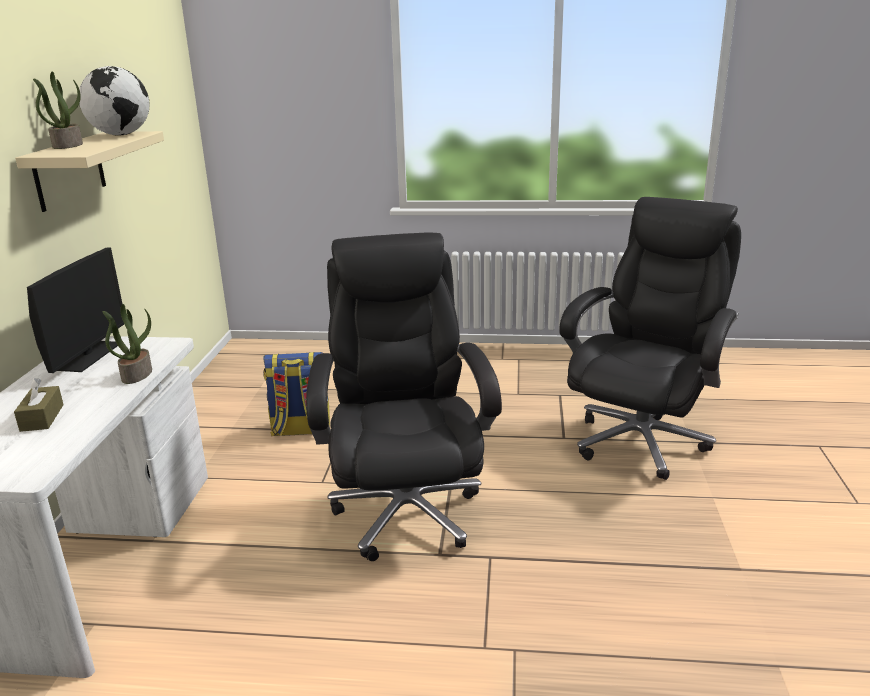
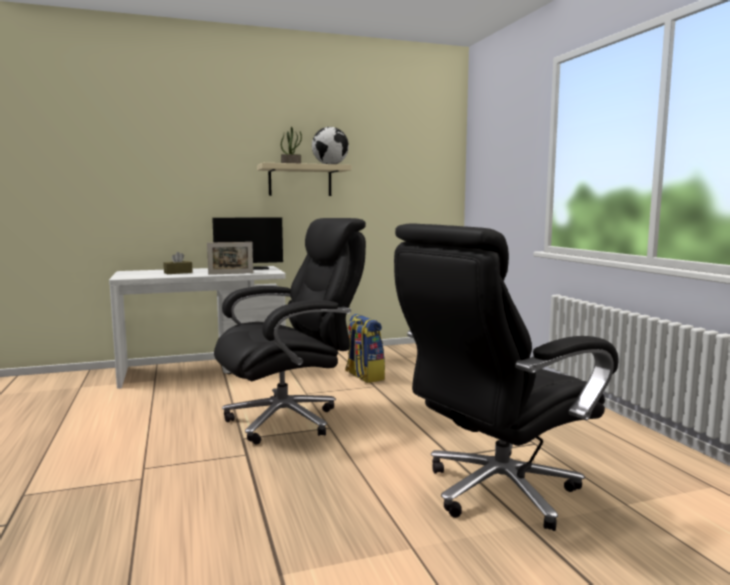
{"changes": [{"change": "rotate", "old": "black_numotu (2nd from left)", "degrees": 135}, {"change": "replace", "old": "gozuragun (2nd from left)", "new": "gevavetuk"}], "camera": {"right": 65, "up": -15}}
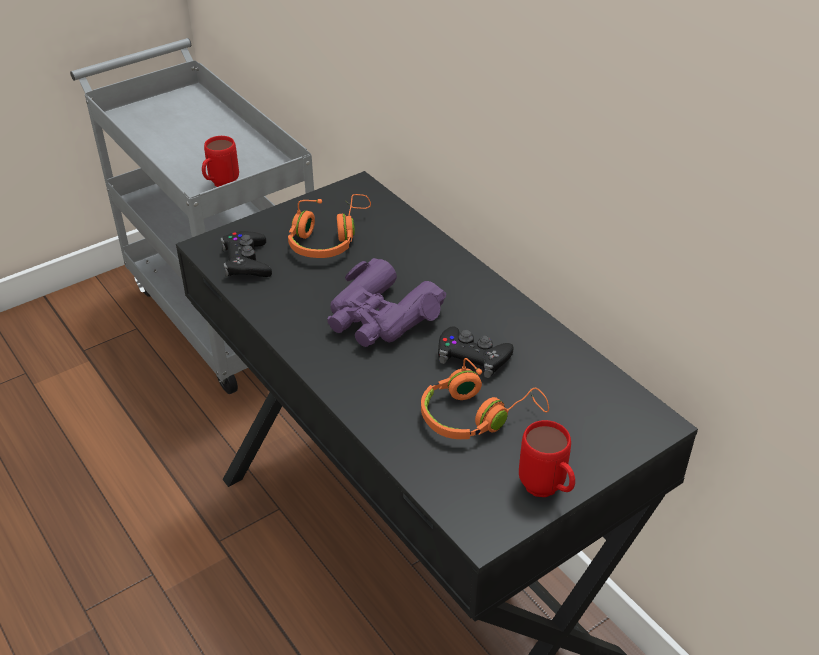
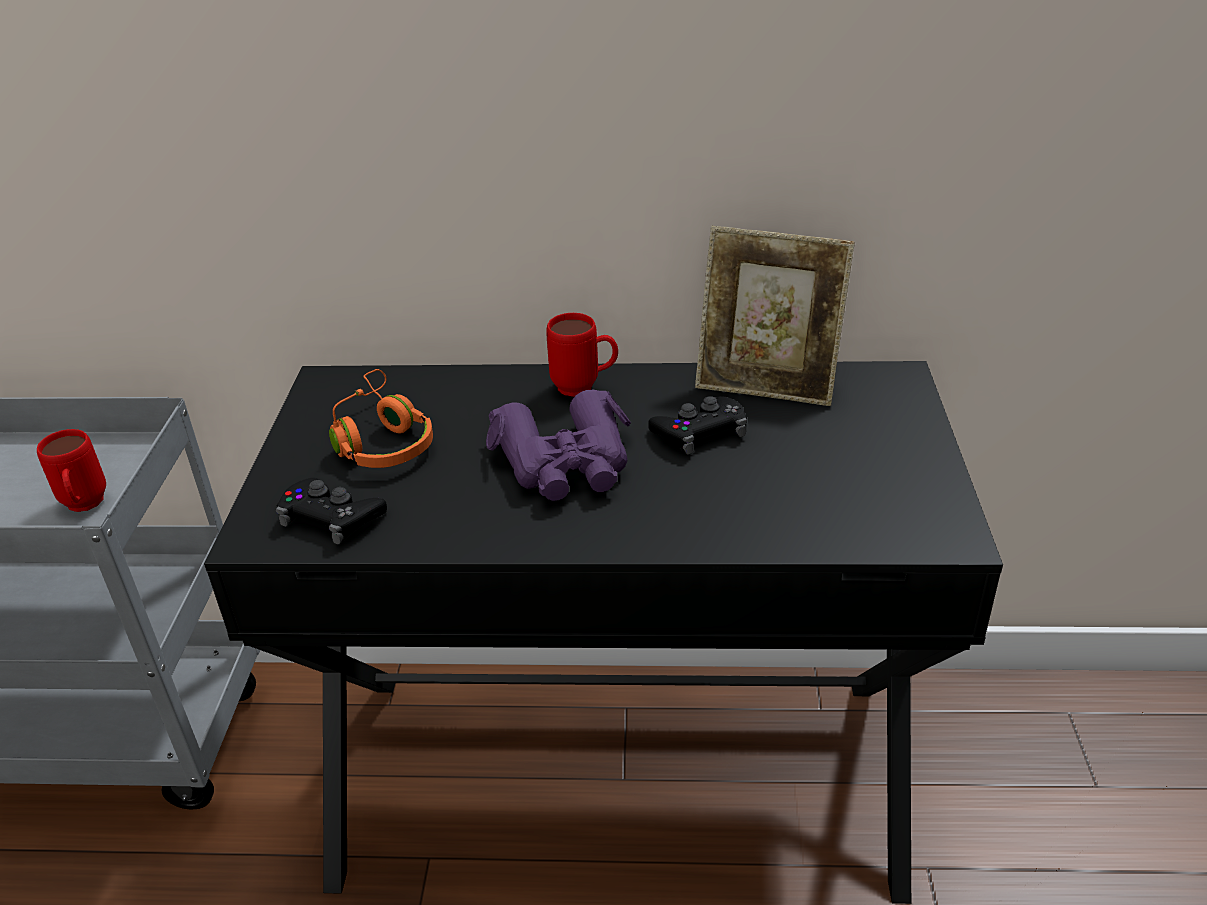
{"changes": [{"change": "delete", "old": "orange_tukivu (2nd from left)"}, {"change": "move", "old": "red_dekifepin (2nd from left)"}, {"change": "insert", "new": "gevavetuk"}], "camera": {"right": -50, "up": -5}}
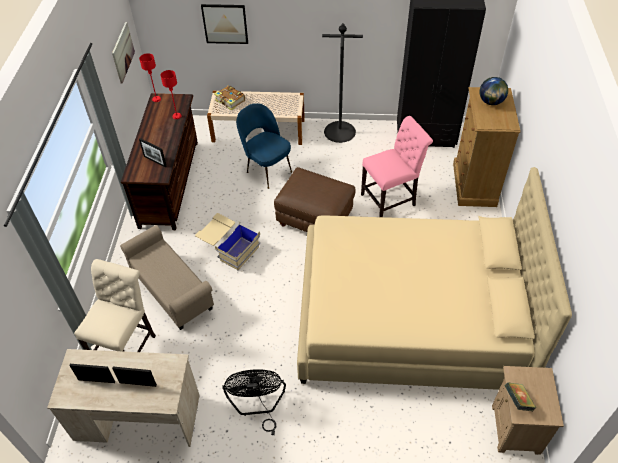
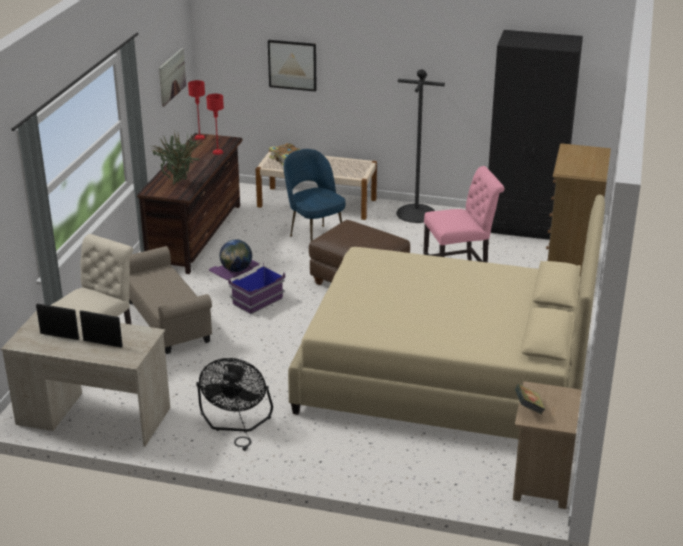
{"changes": [{"change": "move", "old": "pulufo"}, {"change": "replace", "old": "gevavetuk (3rd from left)", "new": "gozuragun"}, {"change": "recolor", "old": "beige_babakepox", "new": "purple_babakepox"}], "camera": {"right": 10, "up": -20}}
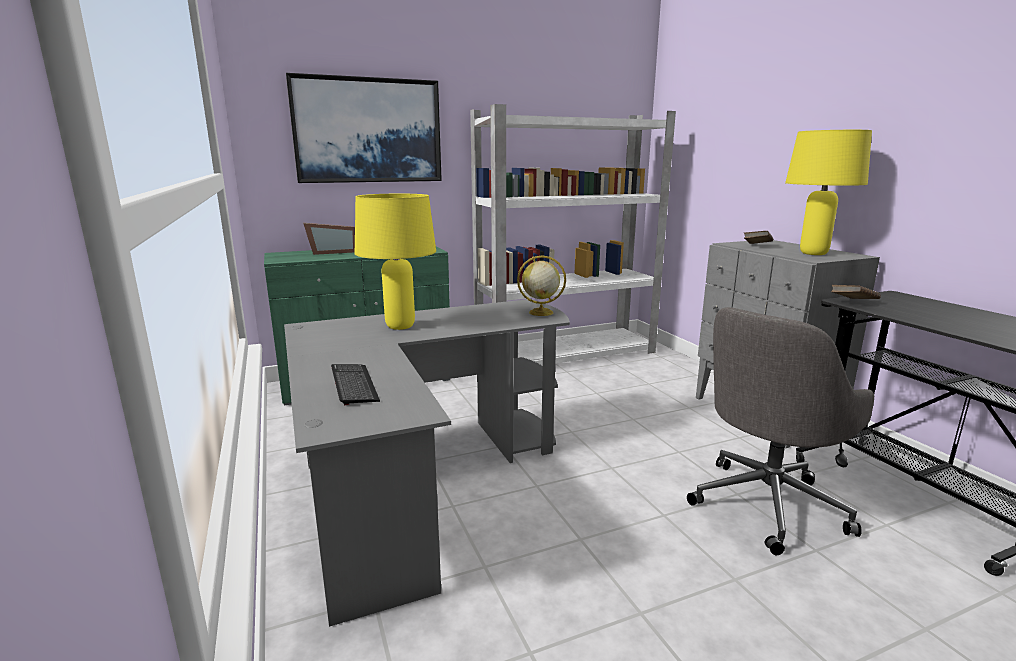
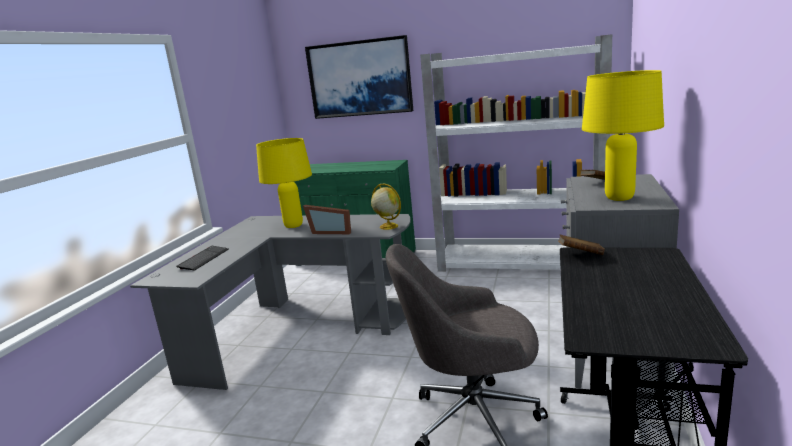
{"changes": [{"change": "move", "old": "gevavetuk"}], "camera": {"right": 40, "up": 0}}
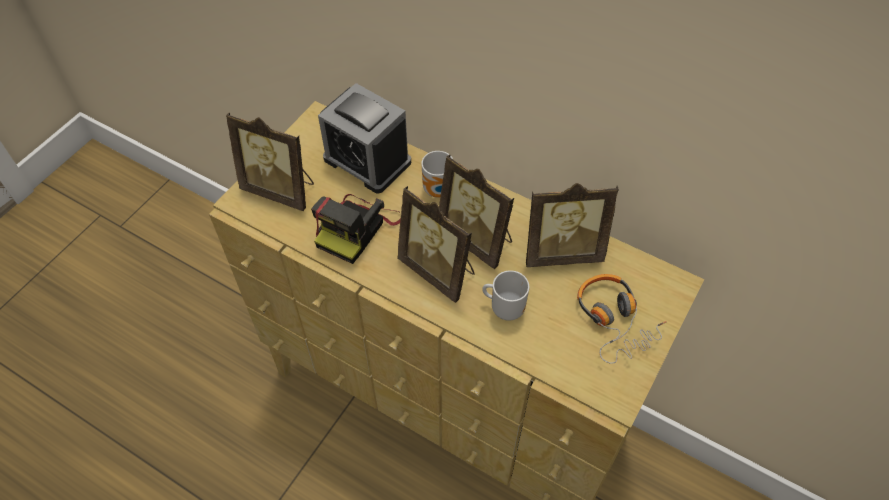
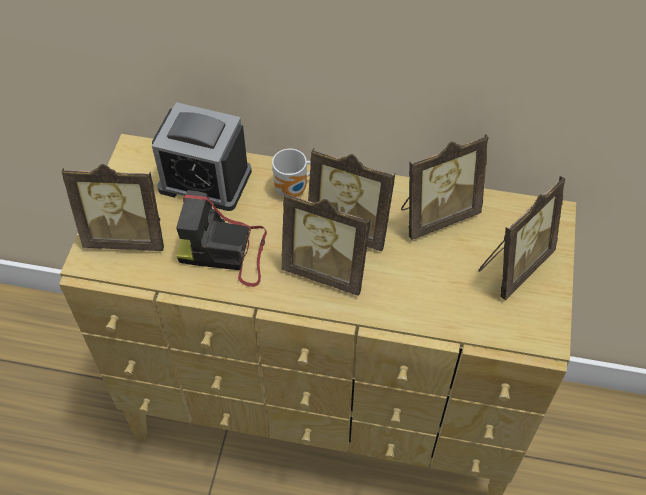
{"changes": [{"change": "rotate", "old": "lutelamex", "degrees": 90}, {"change": "delete", "old": "dekifepin (2nd from left)"}, {"change": "replace", "old": "tukivu", "new": "gevavetuk (5th from left)"}], "camera": {"right": -20, "up": 0}}
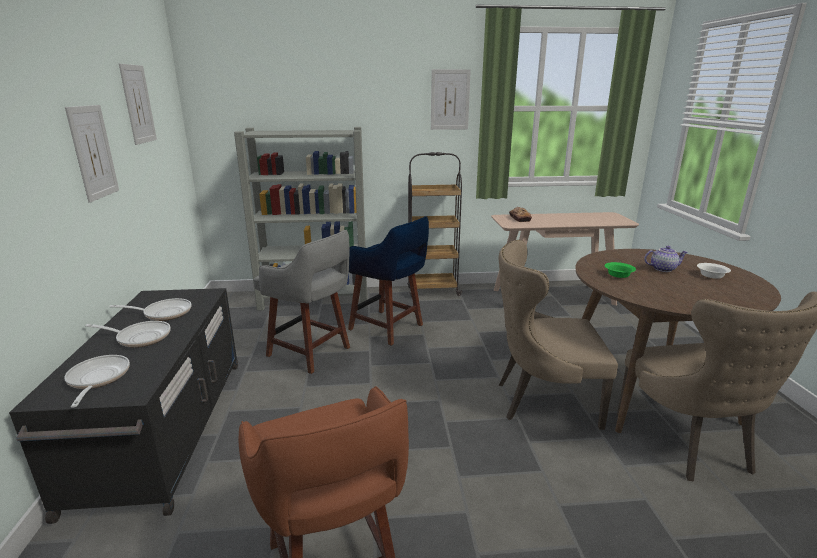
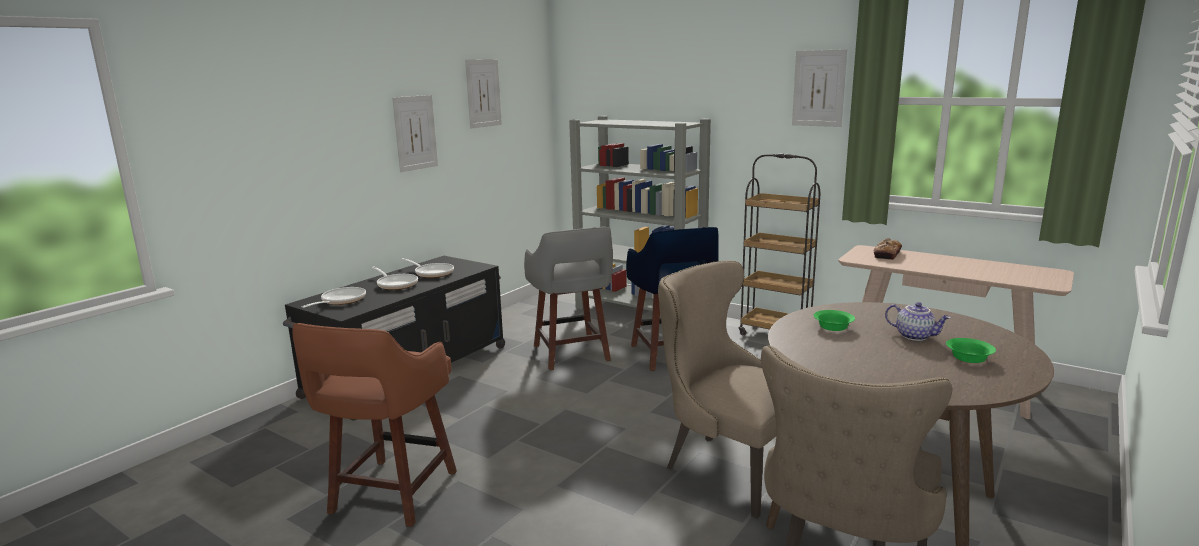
{"changes": [{"change": "recolor", "old": "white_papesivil", "new": "green_papesivil (2nd from left)"}], "camera": {"right": 40, "up": -5}}
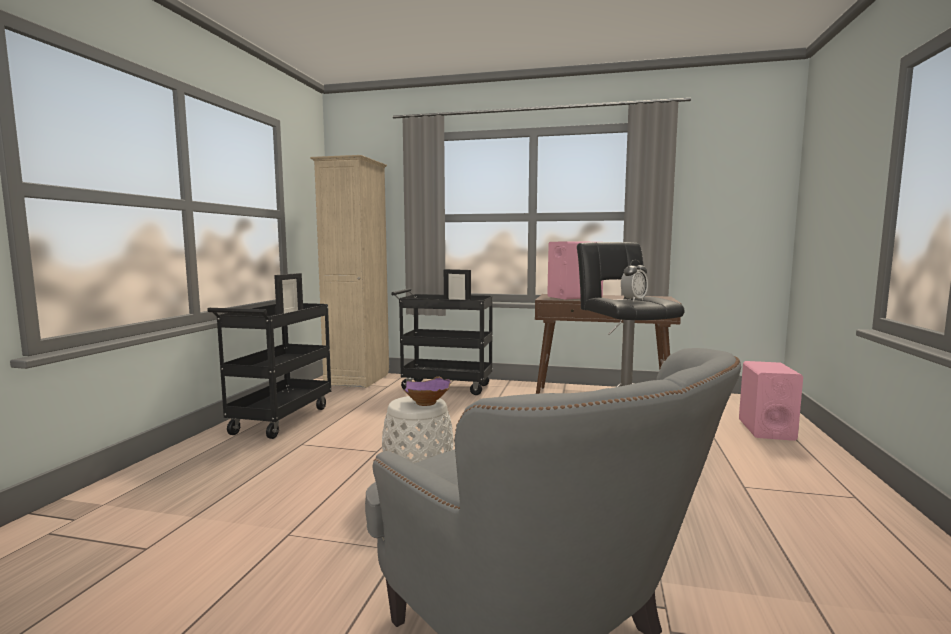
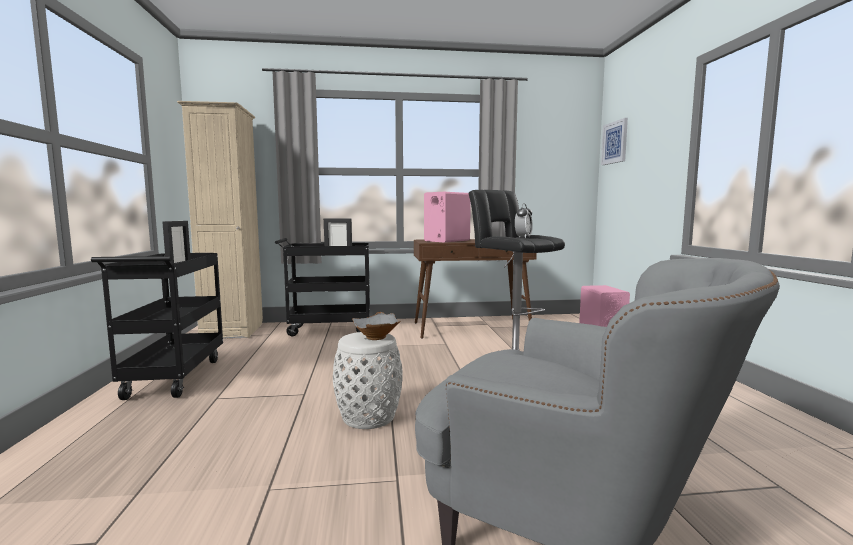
{"changes": [{"change": "recolor", "old": "purple_papesivil", "new": "grey_papesivil"}, {"change": "insert", "new": "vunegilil"}], "camera": {"right": -20, "up": 0}}
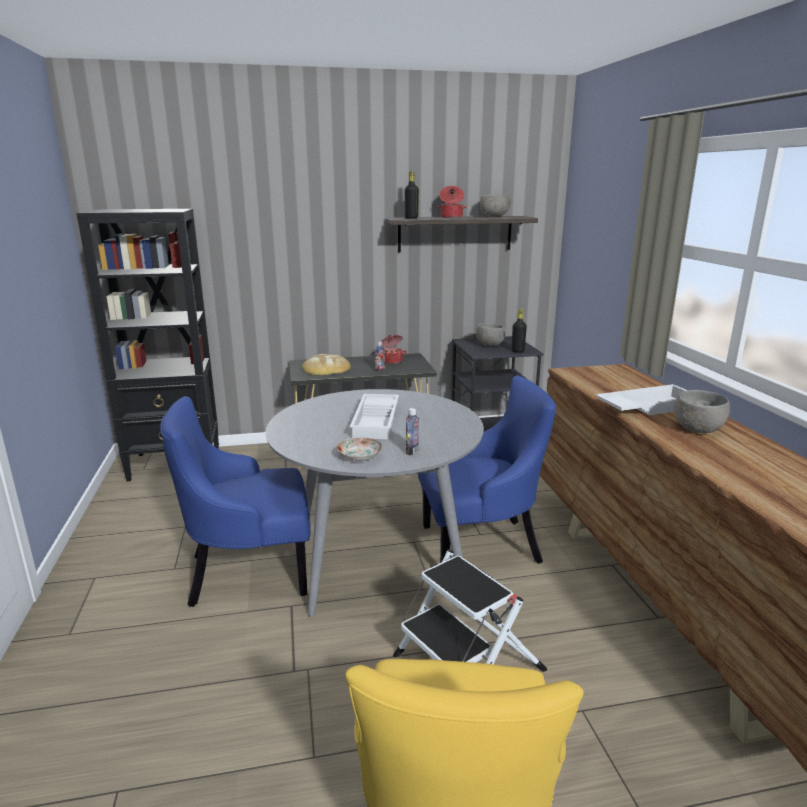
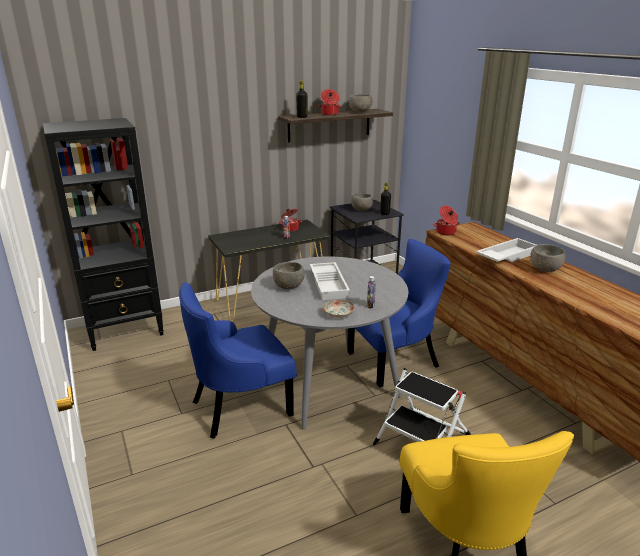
{"changes": [{"change": "delete", "old": "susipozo"}, {"change": "insert", "new": "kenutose (3rd from left)"}, {"change": "insert", "new": "grey_papesivil (1st from left)"}], "camera": {"right": -15, "up": 5}}
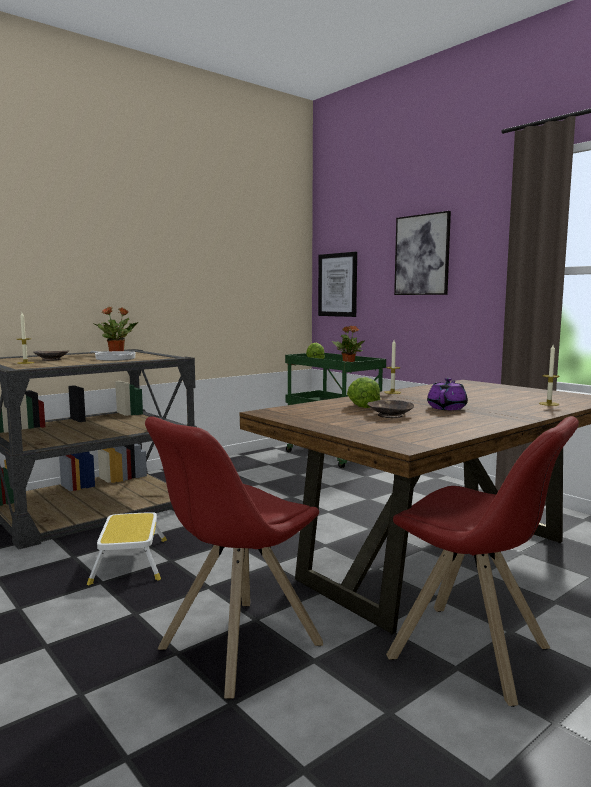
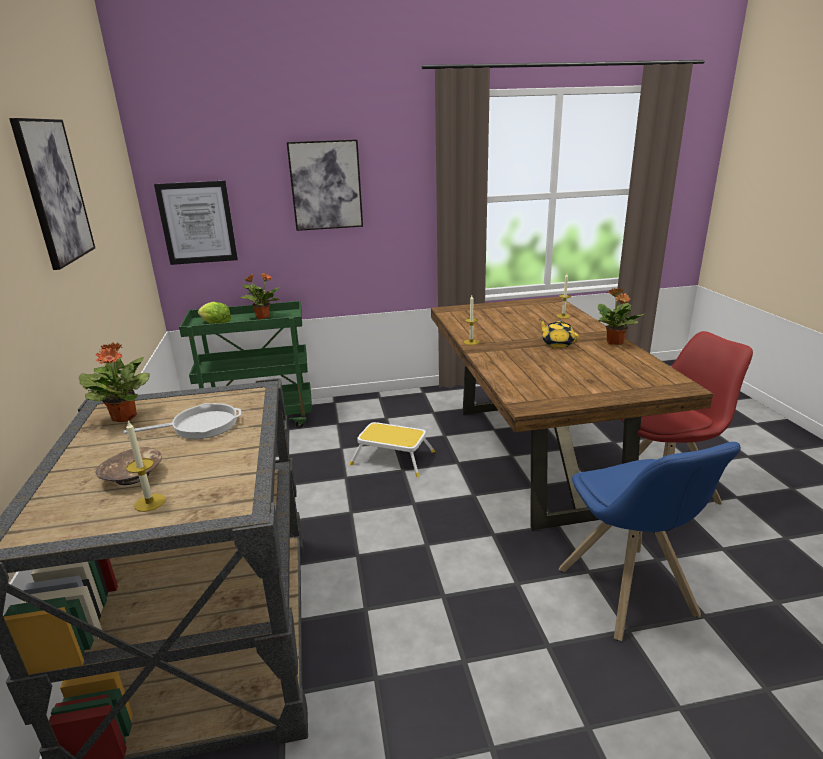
{"changes": [{"change": "delete", "old": "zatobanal (2nd from left)"}, {"change": "recolor", "old": "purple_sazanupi", "new": "yellow_sazanupi"}, {"change": "delete", "old": "brown_papesivil (2nd from left)"}, {"change": "recolor", "old": "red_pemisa (1st from left)", "new": "blue_pemisa"}, {"change": "move", "old": "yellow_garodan"}, {"change": "insert", "new": "vunegilil (1st from left)"}, {"change": "insert", "new": "gozuragun (3rd from left)"}], "camera": {"right": -60, "up": 15}}
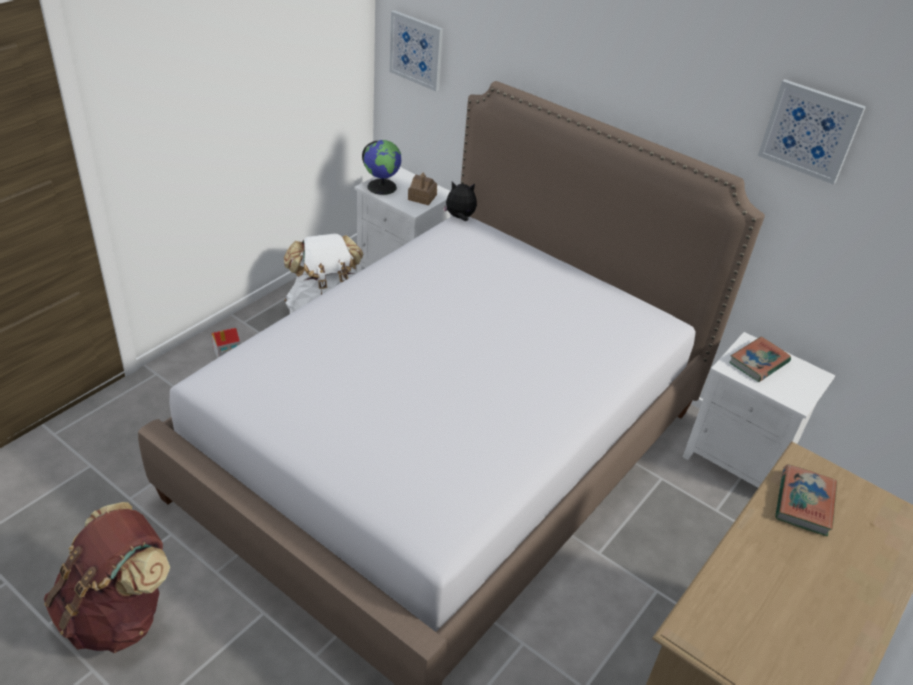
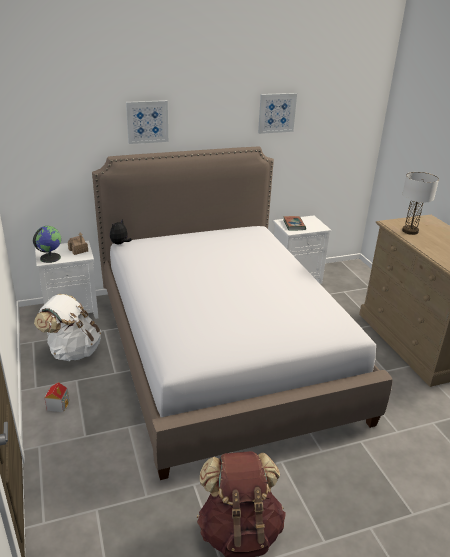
{"changes": [{"change": "move", "old": "vunegilil (1st from left)"}, {"change": "replace", "old": "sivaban (2nd from left)", "new": "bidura"}], "camera": {"right": -55, "up": -10}}
